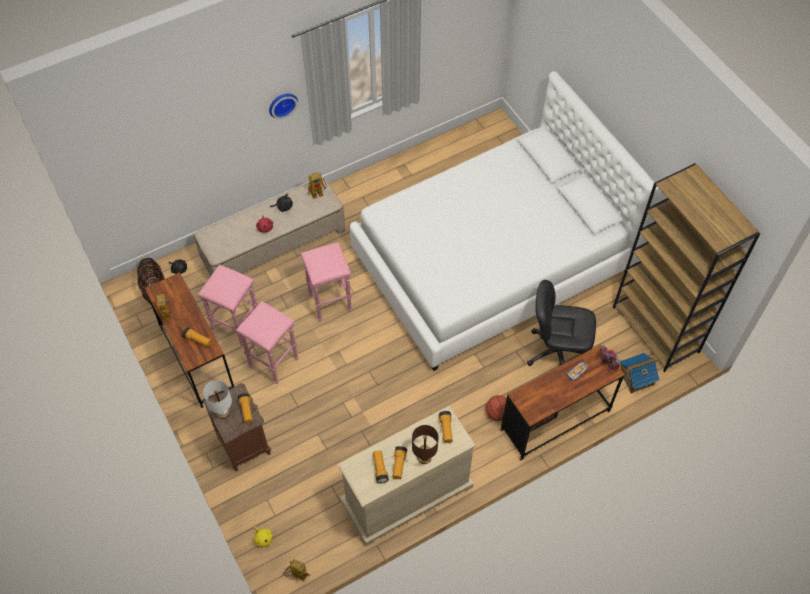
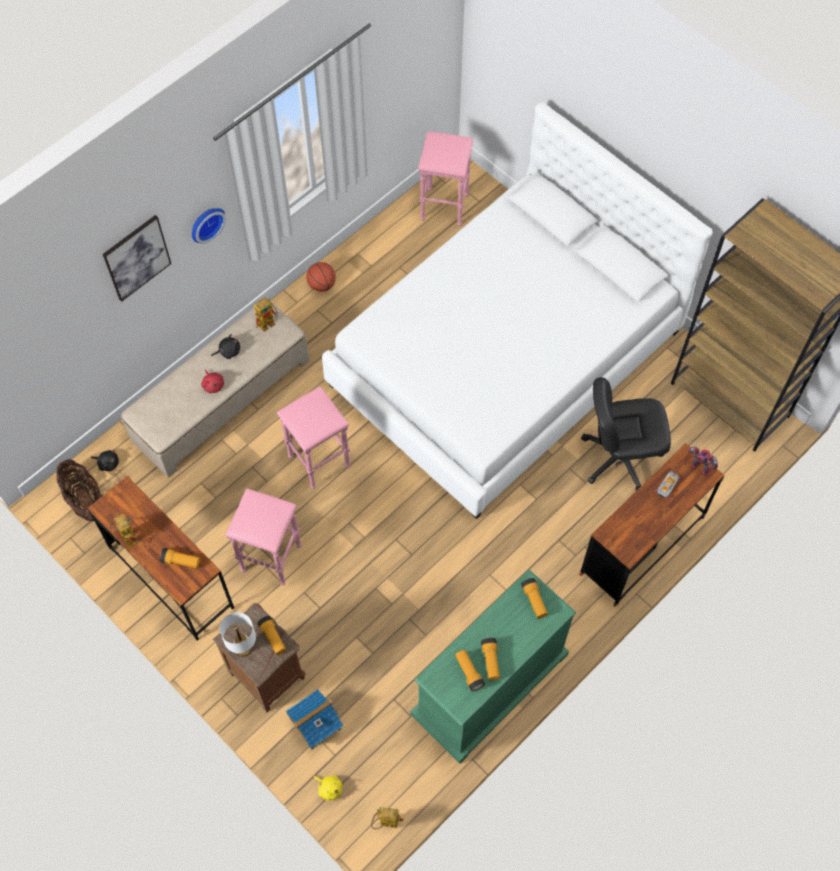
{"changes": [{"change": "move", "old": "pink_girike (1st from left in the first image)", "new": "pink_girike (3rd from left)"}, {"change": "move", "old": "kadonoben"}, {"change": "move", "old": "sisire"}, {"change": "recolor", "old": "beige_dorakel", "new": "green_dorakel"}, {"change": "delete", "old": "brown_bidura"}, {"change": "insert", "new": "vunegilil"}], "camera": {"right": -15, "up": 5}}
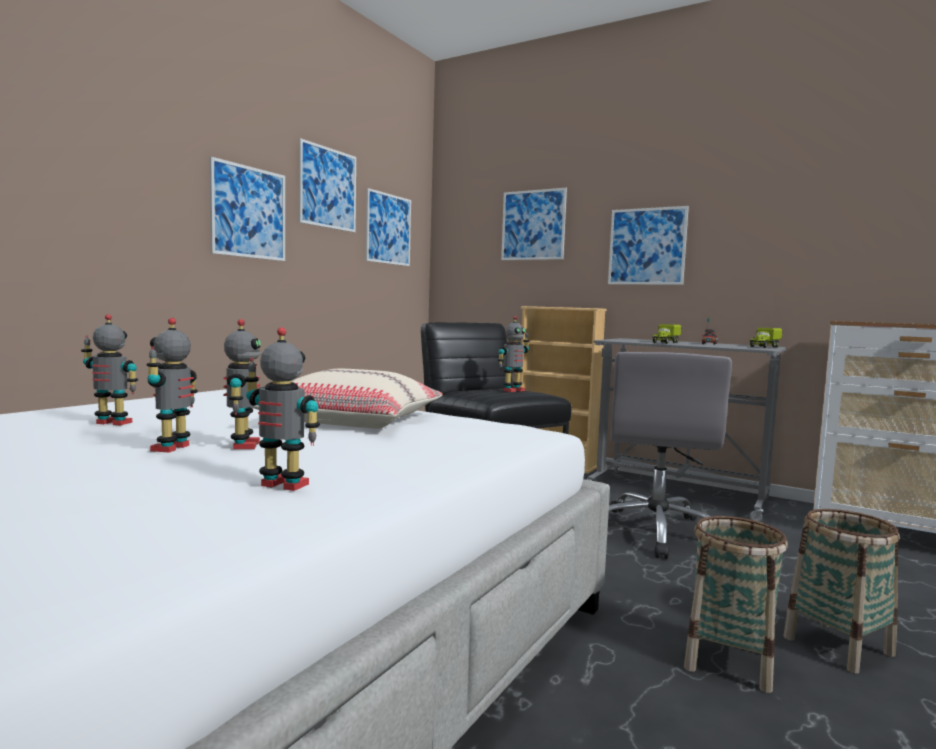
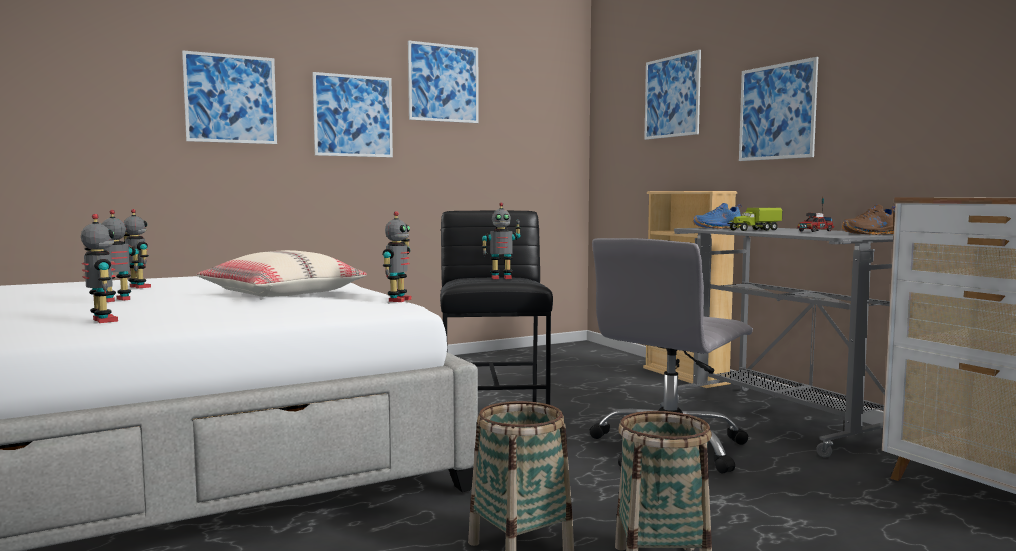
{"changes": [{"change": "move", "old": "vunegilil (3rd from left in the first image)", "new": "vunegilil (1st from left)"}, {"change": "move", "old": "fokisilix (3rd from left in the first image)", "new": "fokisilix (4th from left)"}, {"change": "replace", "old": "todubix (3rd from left)", "new": "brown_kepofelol"}, {"change": "insert", "new": "blue_kepofelol"}], "camera": {"right": 30, "up": 0}}
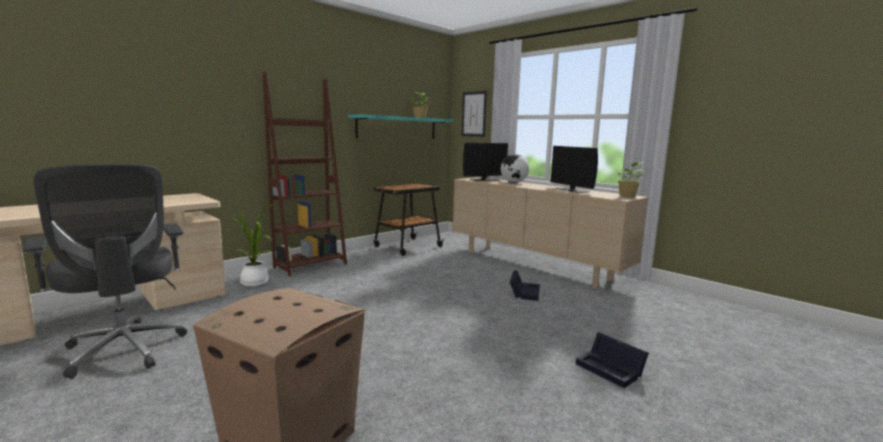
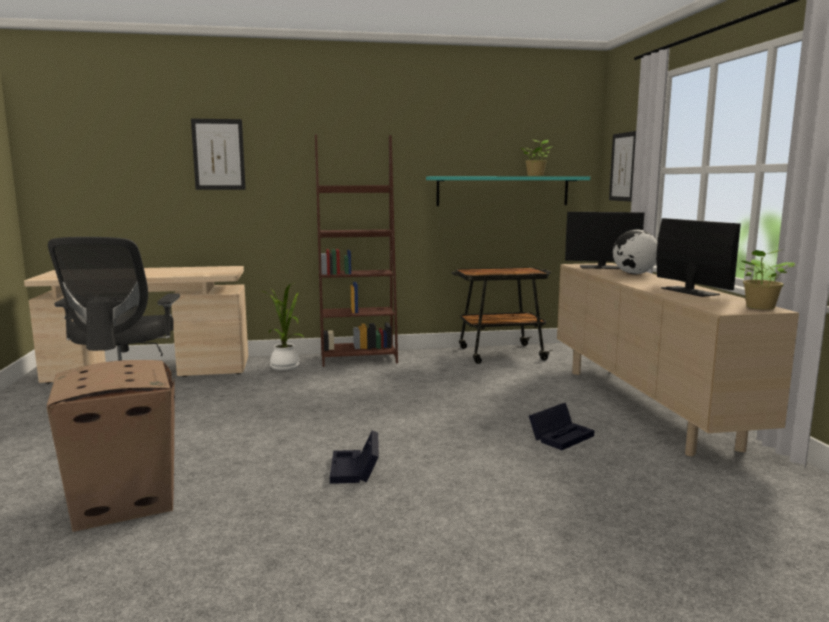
{"changes": [{"change": "rotate", "old": "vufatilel (2nd from left)", "degrees": 150}, {"change": "move", "old": "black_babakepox (2nd from left in the first image)", "new": "black_babakepox (1st from left)"}, {"change": "insert", "new": "vunegilil (1st from left)"}], "camera": {"right": 35, "up": 0}}
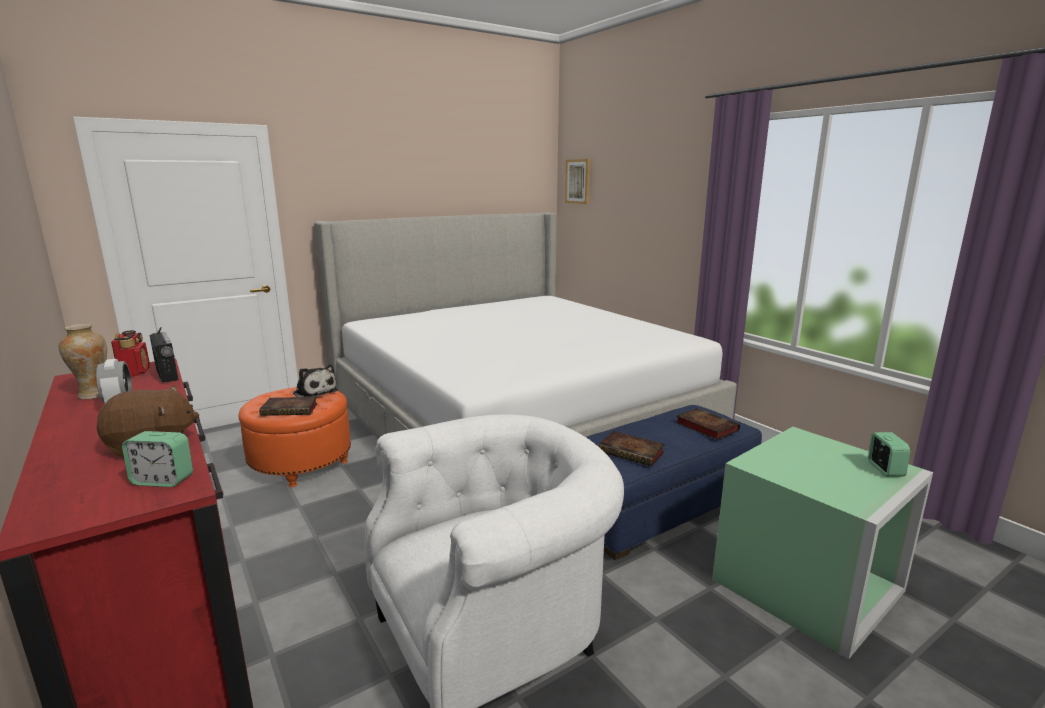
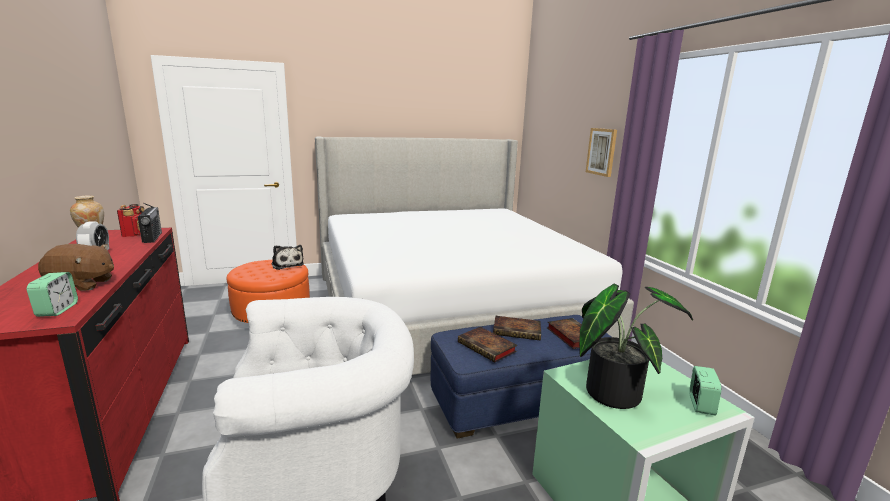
{"changes": [{"change": "move", "old": "vunegilil"}, {"change": "move", "old": "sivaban (1st from left in the first image)", "new": "sivaban (2nd from left)"}, {"change": "rotate", "old": "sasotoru (2nd from left in the first image)", "degrees": -120}, {"change": "insert", "new": "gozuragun"}], "camera": {"right": 15, "up": 0}}
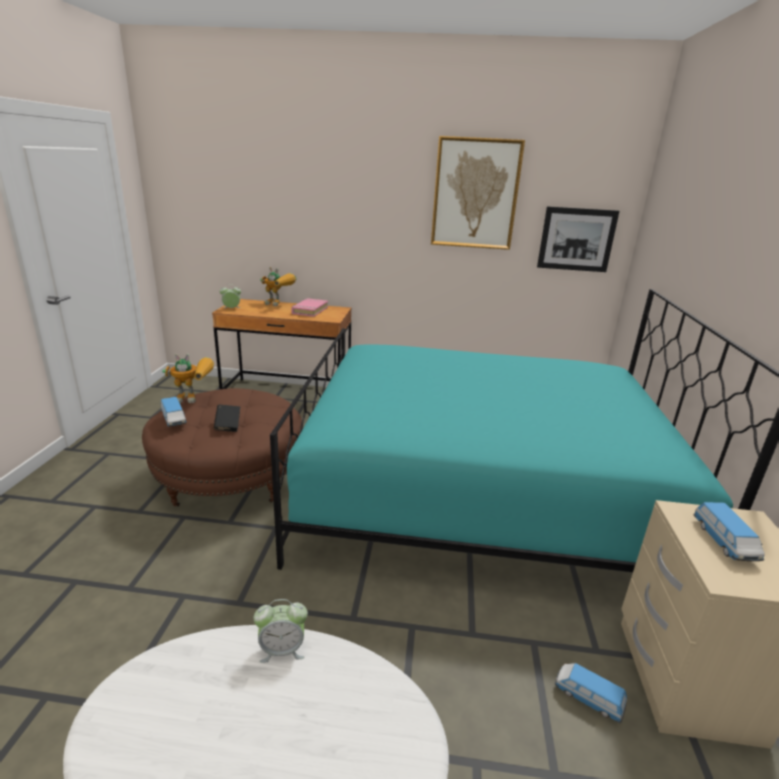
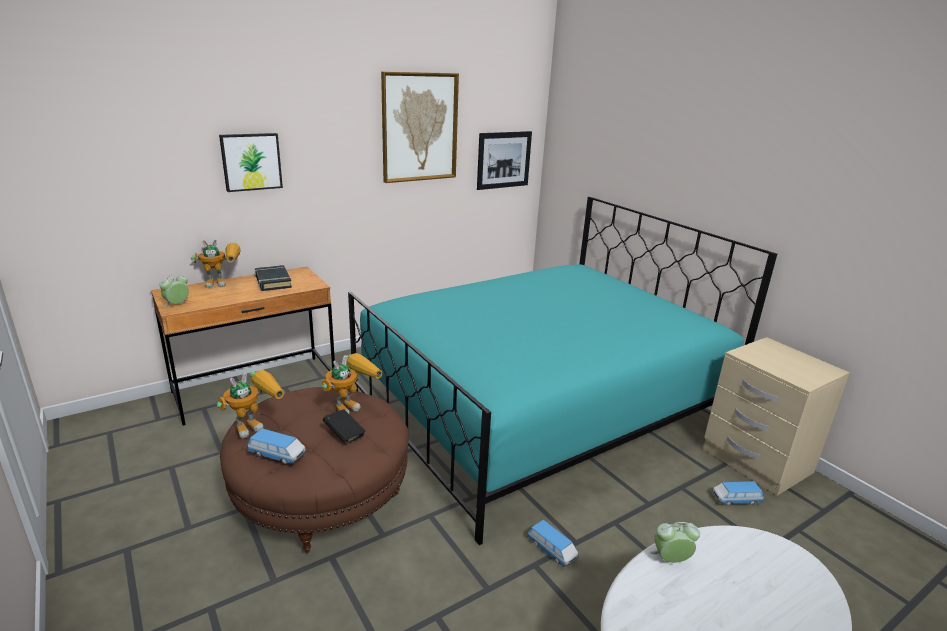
{"changes": [{"change": "recolor", "old": "pink_sivaban", "new": "black_sivaban (1st from left)"}, {"change": "move", "old": "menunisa (3rd from left in the first image)", "new": "menunisa (2nd from left)"}, {"change": "rotate", "old": "sasotoru (2nd from left)", "degrees": -135}, {"change": "insert", "new": "vunegilil (1st from left)"}, {"change": "insert", "new": "fokisilix (3rd from left)"}], "camera": {"right": -40, "up": 0}}
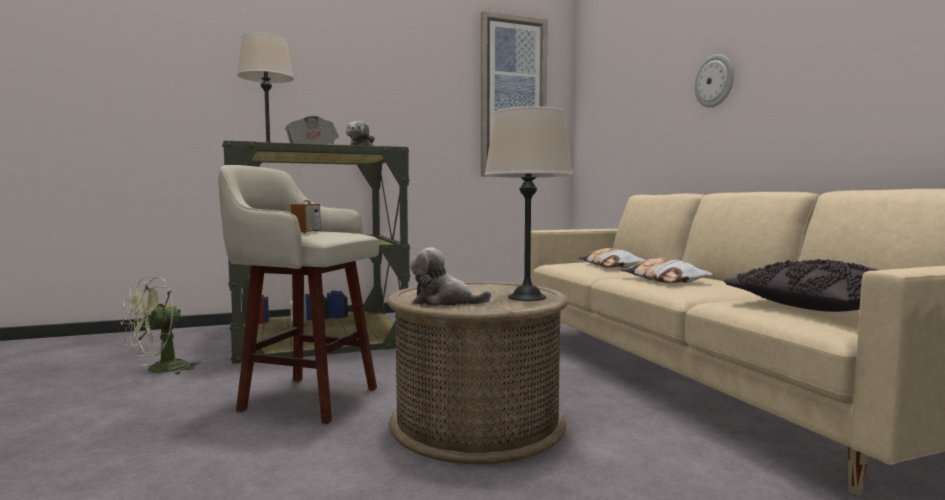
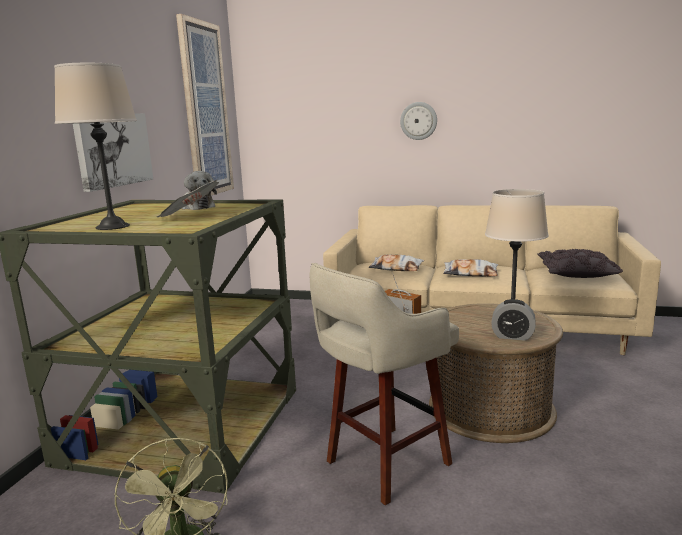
{"changes": [{"change": "replace", "old": "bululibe (2nd from left)", "new": "sasotoru"}, {"change": "insert", "new": "vunegilil (1st from left)"}], "camera": {"right": -55, "up": 10}}
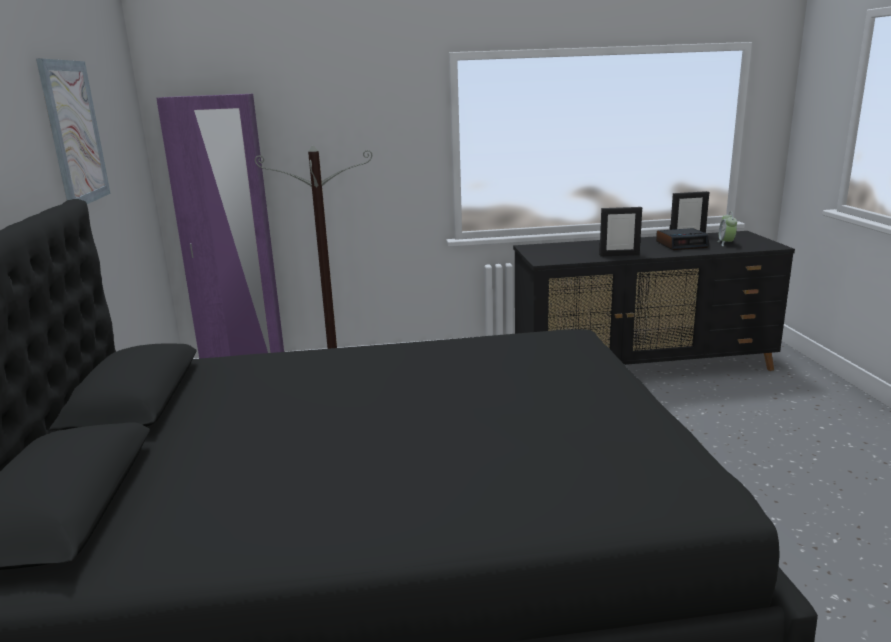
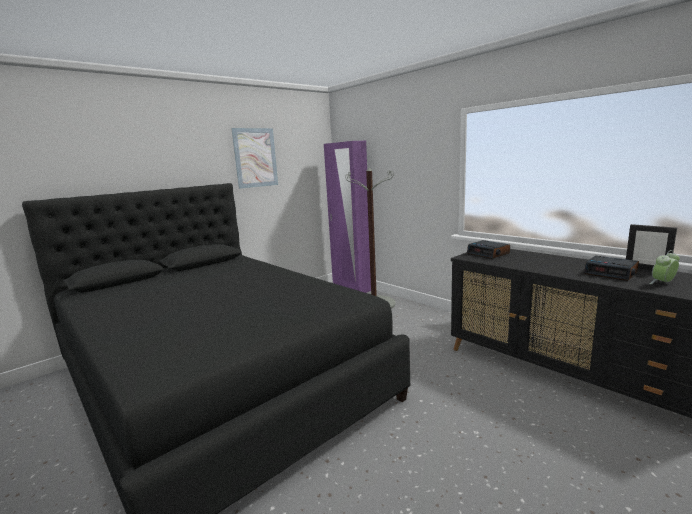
{"changes": [{"change": "delete", "old": "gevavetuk (1st from left)"}, {"change": "insert", "new": "sasotoru (1st from left)"}], "camera": {"right": 55, "up": -5}}
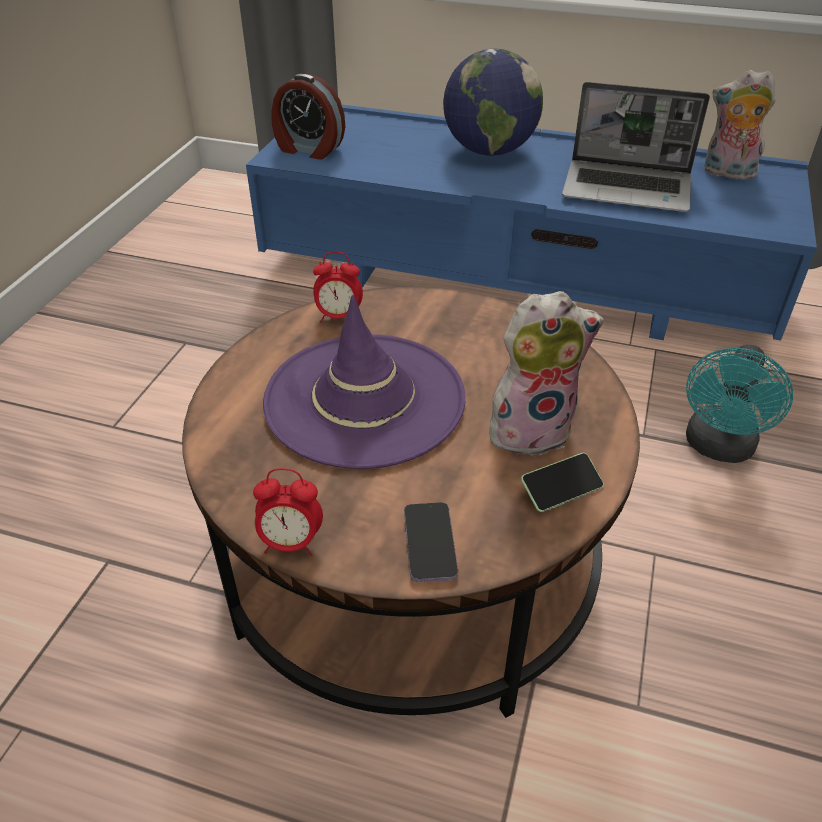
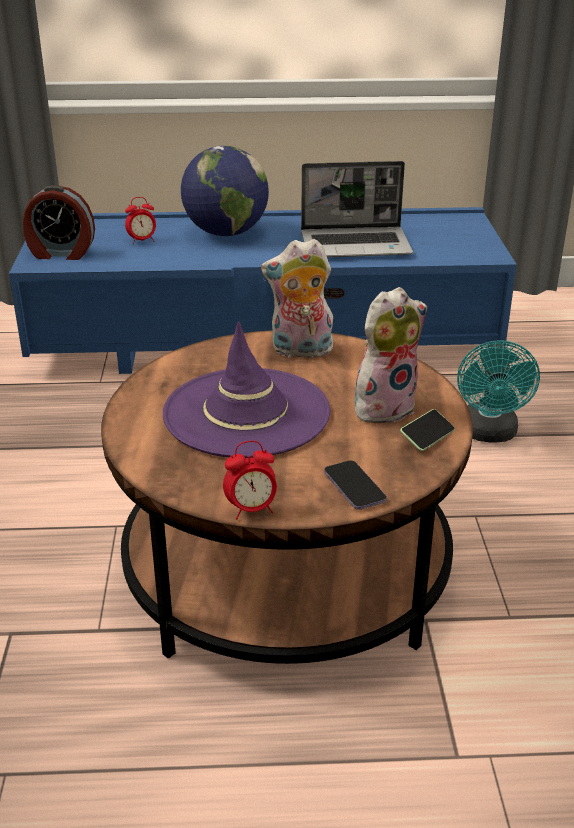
{"changes": [{"change": "move", "old": "bululibe (2nd from left in the first image)", "new": "bululibe (1st from left)"}, {"change": "move", "old": "sasotoru (3rd from left in the first image)", "new": "sasotoru (2nd from left)"}], "camera": {"right": -20, "up": -10}}
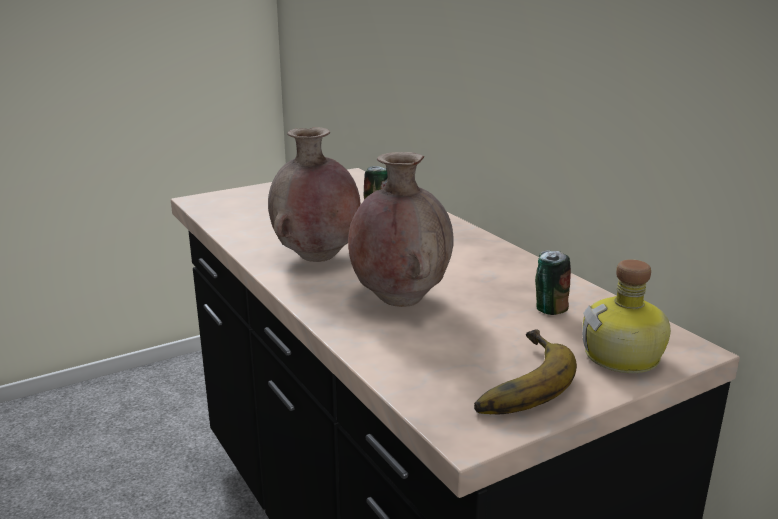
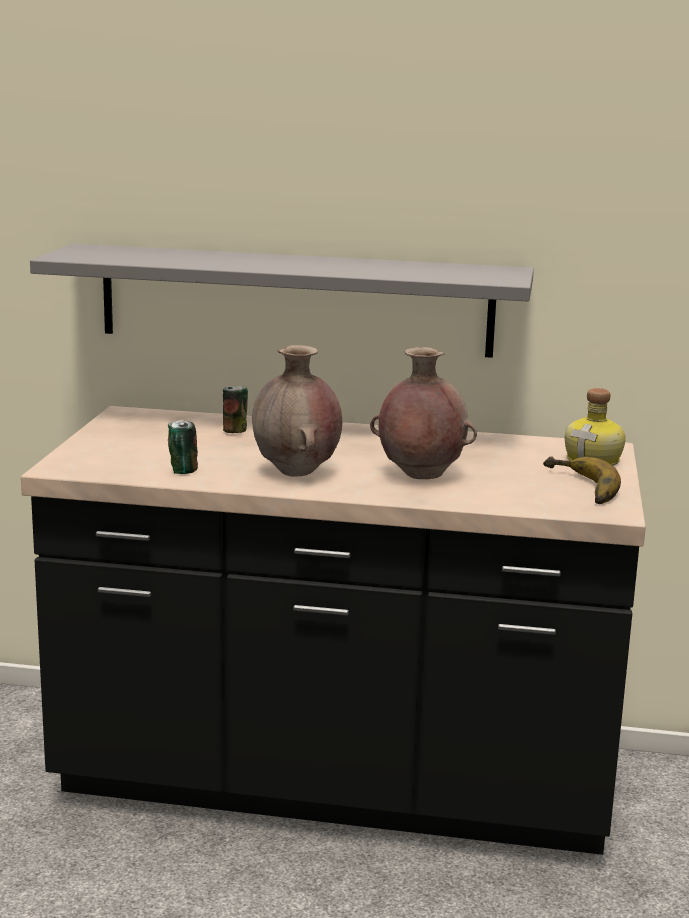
{"changes": [{"change": "move", "old": "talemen (2nd from left in the first image)", "new": "talemen (1st from left)"}, {"change": "insert", "new": "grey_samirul"}], "camera": {"right": -50, "up": -5}}
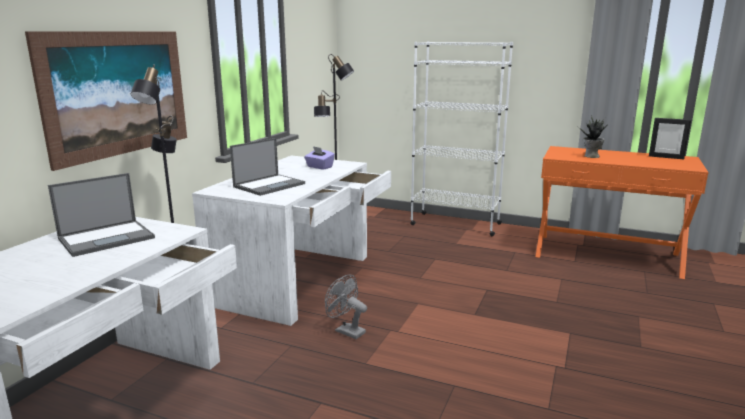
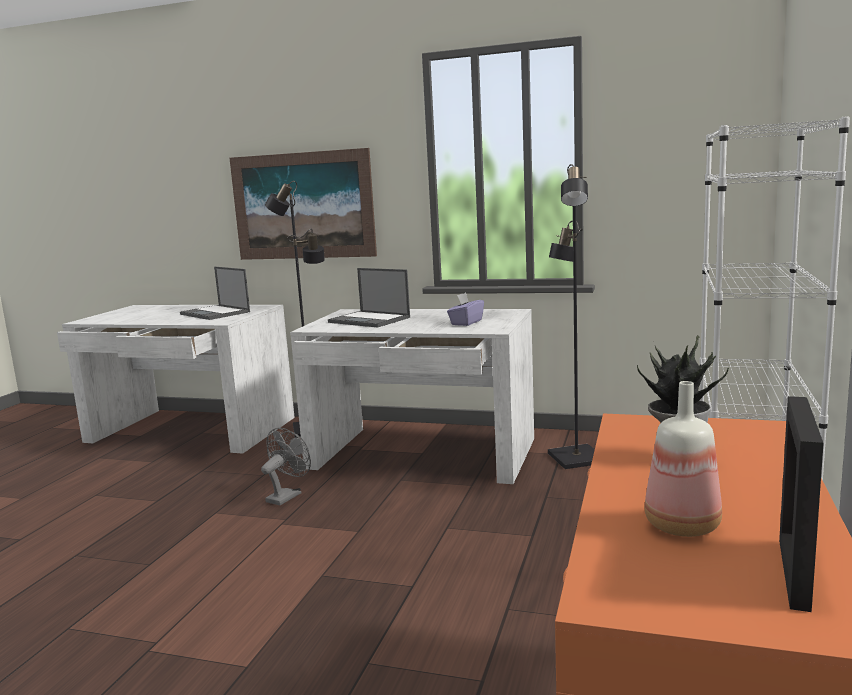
{"changes": [{"change": "insert", "new": "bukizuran"}], "camera": {"right": 85, "up": -5}}
